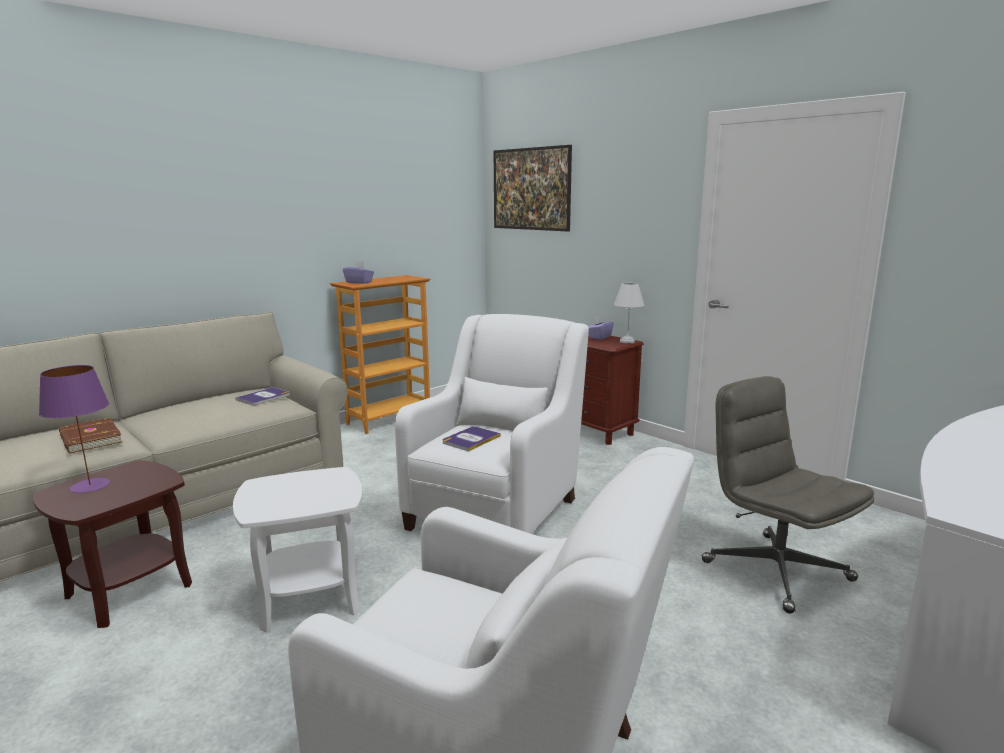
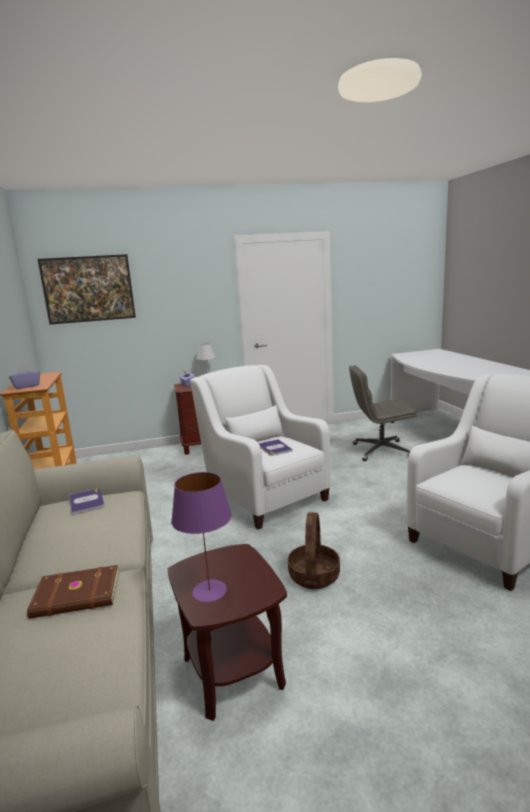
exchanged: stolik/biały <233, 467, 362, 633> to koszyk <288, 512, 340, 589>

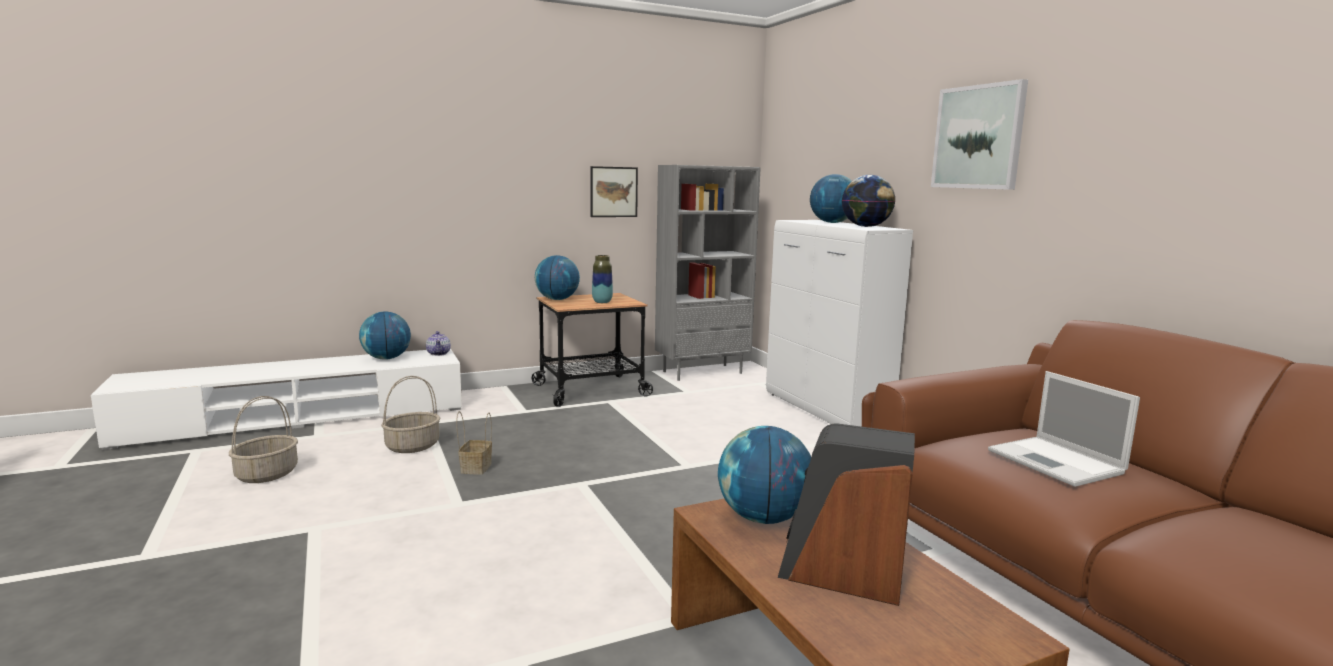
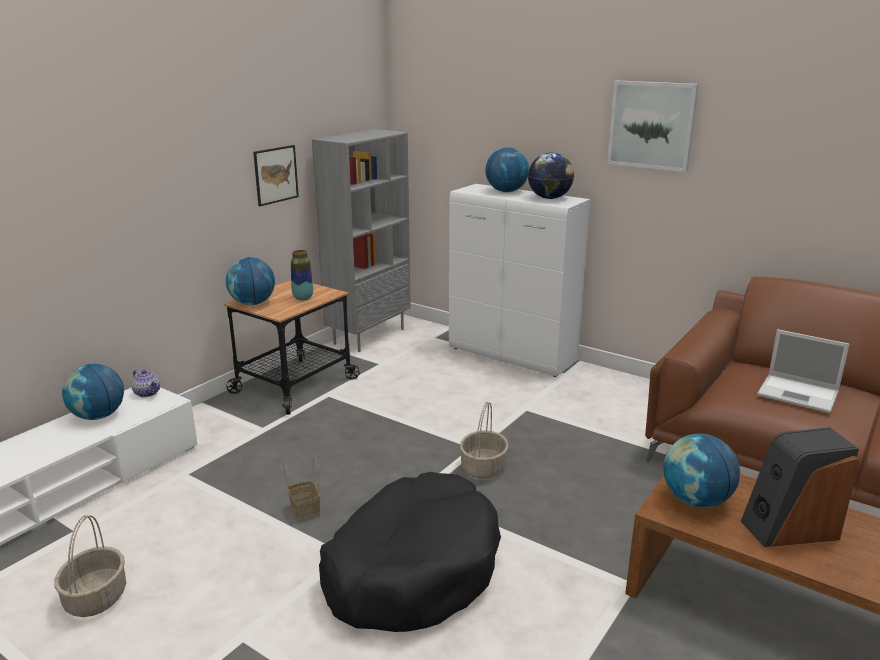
appeared: legowisko/czarny <319, 472, 501, 632>
relocated: koszyk <381, 376, 440, 453> to <460, 402, 509, 479>

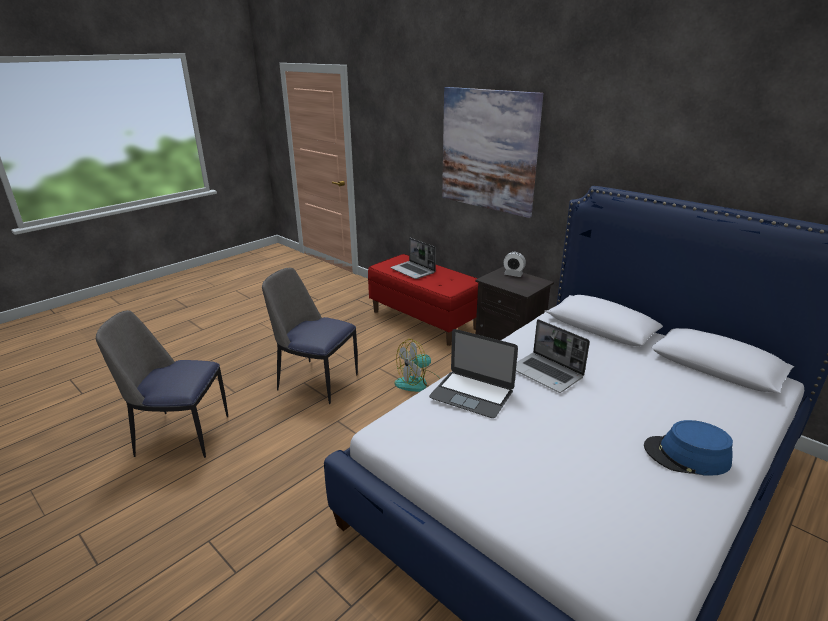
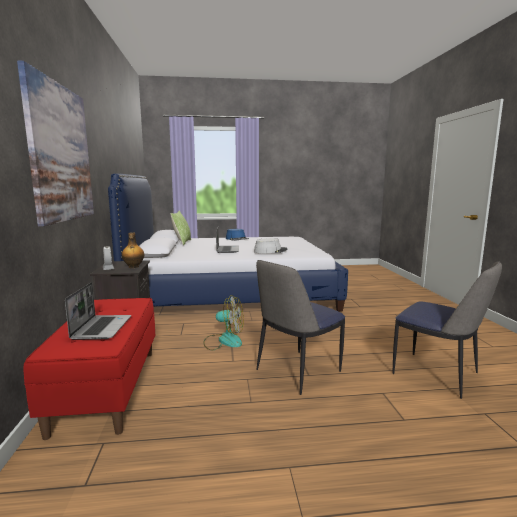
appeared: butelka <122, 233, 144, 268>; poduszka <171, 211, 191, 245>
exchanged: laptop <429, 329, 518, 418> to kapelusz/szary <254, 238, 287, 253>
spun: krzesło <262, 268, 358, 404> = <256, 260, 345, 395> 75 degrees clockwise

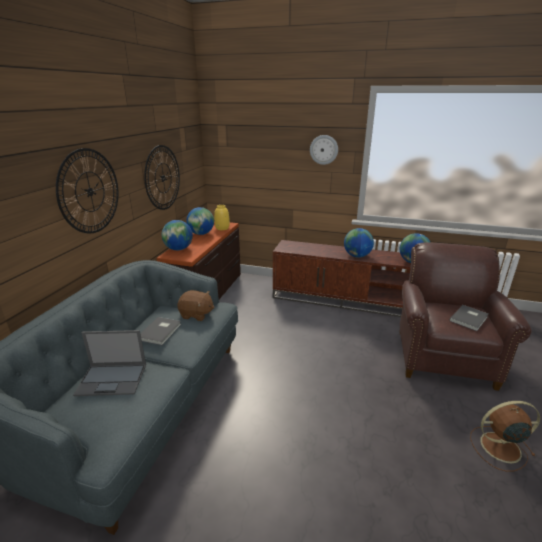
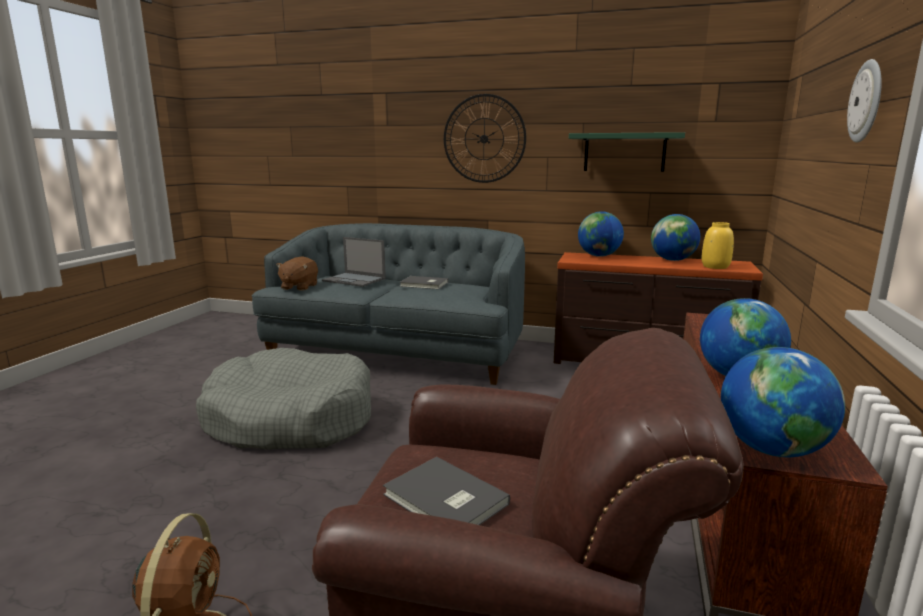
appeared: legowisko/szary <196, 348, 371, 450>
relocated: pluszak/brązowy <177, 290, 215, 321> to <276, 257, 318, 291>
exchanged: zegar ścienny <144, 145, 180, 210> to półka/zielony <569, 132, 685, 172>
spun: laptop <73, 330, 146, 396> = <322, 237, 386, 287> 60 degrees counterclockwise

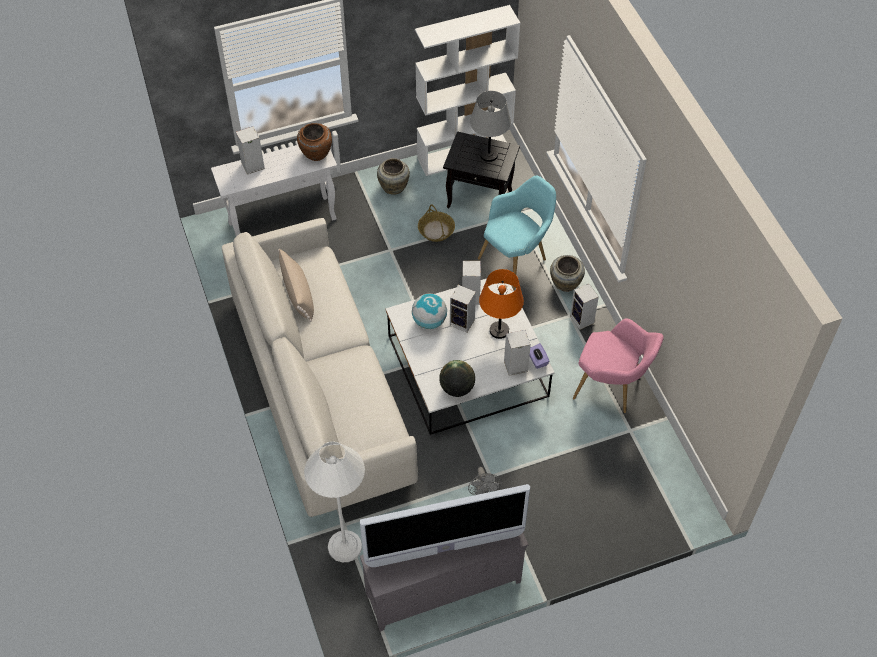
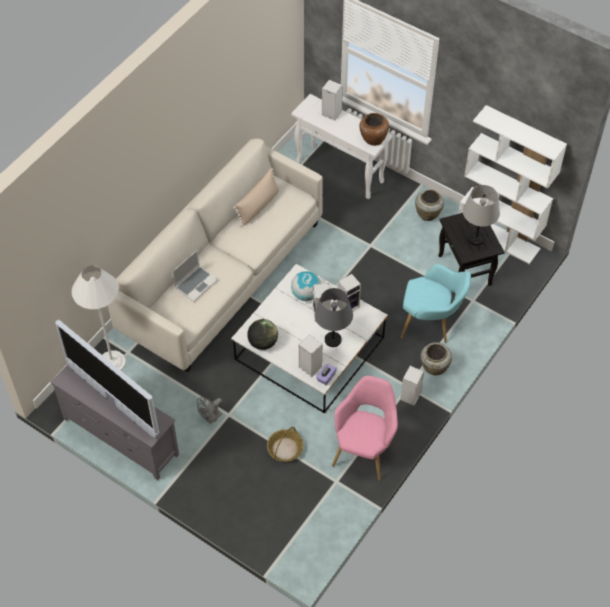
appeared: laptop <172, 250, 218, 302>
relocated: koszyk <418, 204, 455, 242> to <267, 427, 303, 462>
colour: lampa stołowa/pomarańczowy <479, 269, 524, 339> to lampa stołowa/szary <315, 288, 353, 347>
spun: fotel/różowy <573, 319, 664, 413> = <332, 376, 398, 481> 150 degrees counterclockwise

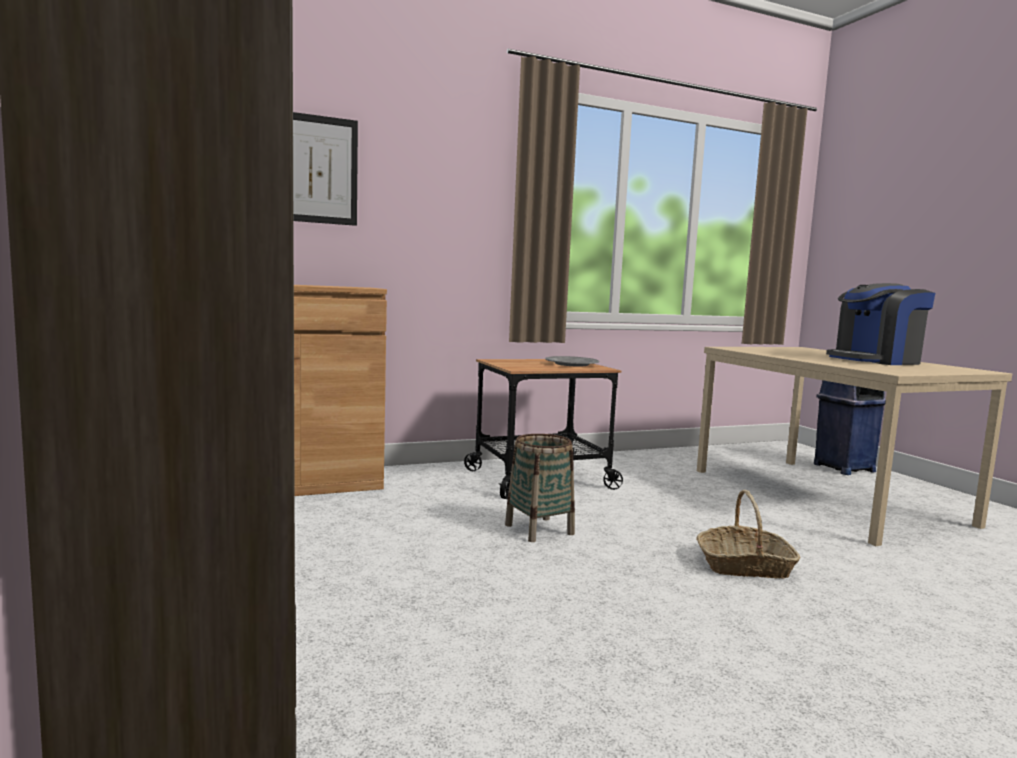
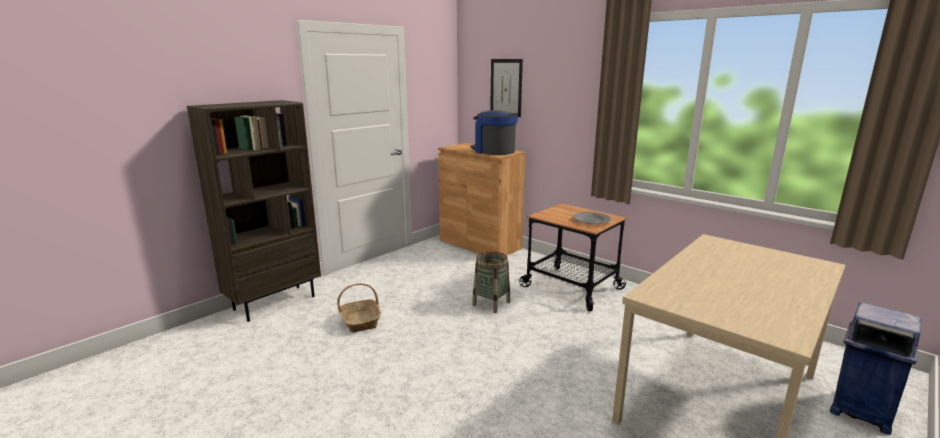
relocated: koszyk <696, 490, 800, 578> to <337, 283, 381, 333>; ekspres do kawy <826, 283, 935, 365> to <471, 110, 518, 155>

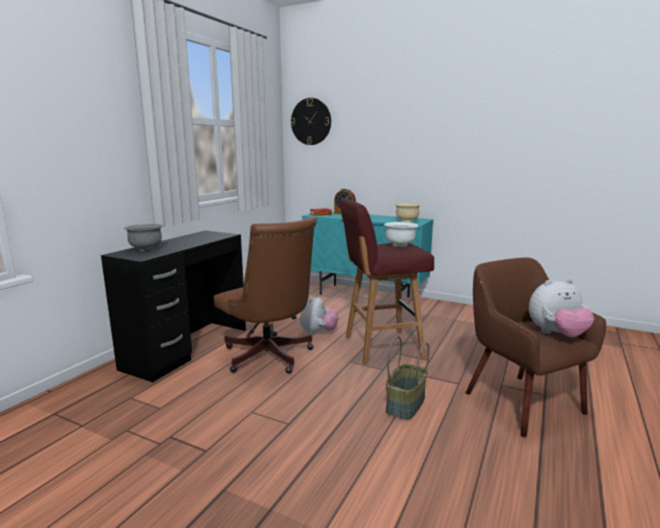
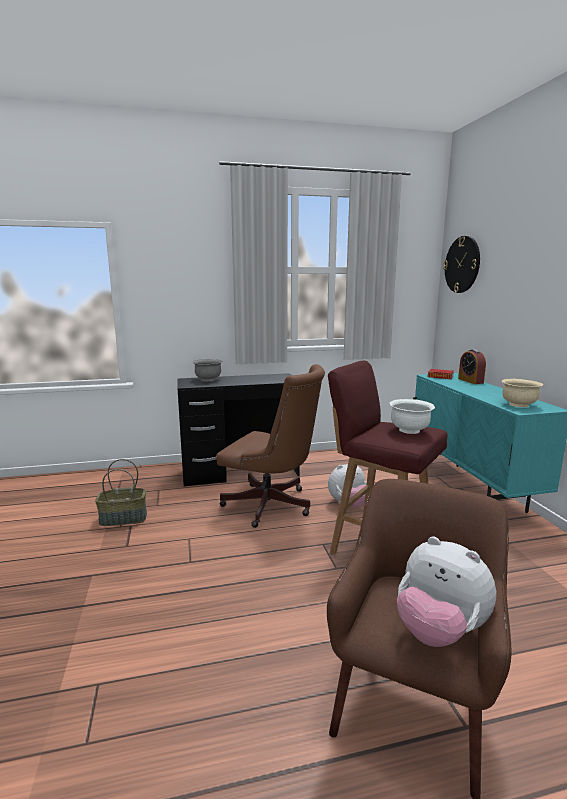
relocated: koszyk <386, 336, 429, 420> to <95, 459, 147, 526>
spun: krzesło biurowe/brązowy <214, 217, 317, 374> = <216, 364, 325, 528> 75 degrees counterclockwise

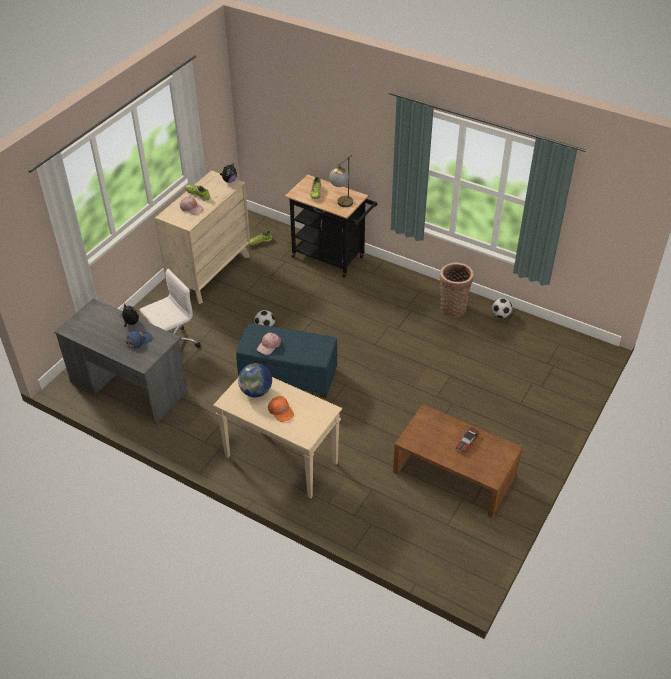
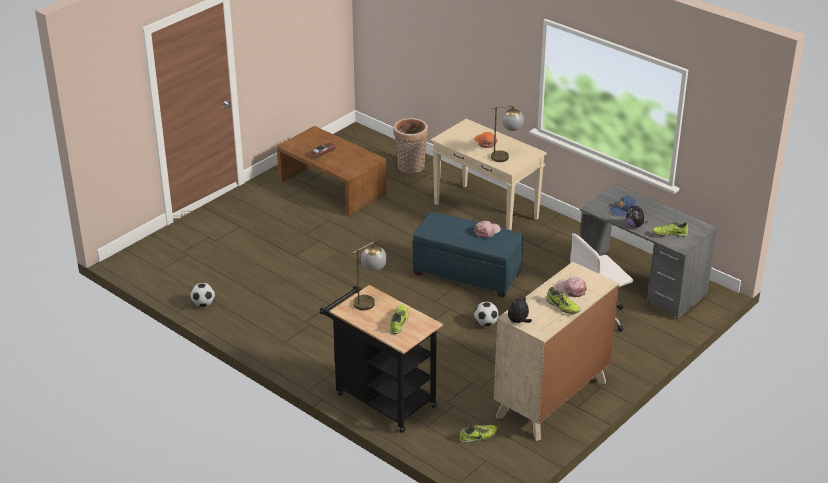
appeared: but <652, 222, 688, 237>
relocated: koszyk <440, 263, 474, 317> to <394, 118, 428, 173>
exchanged: globus <238, 363, 272, 397> to lampa stołowa <491, 105, 524, 162>

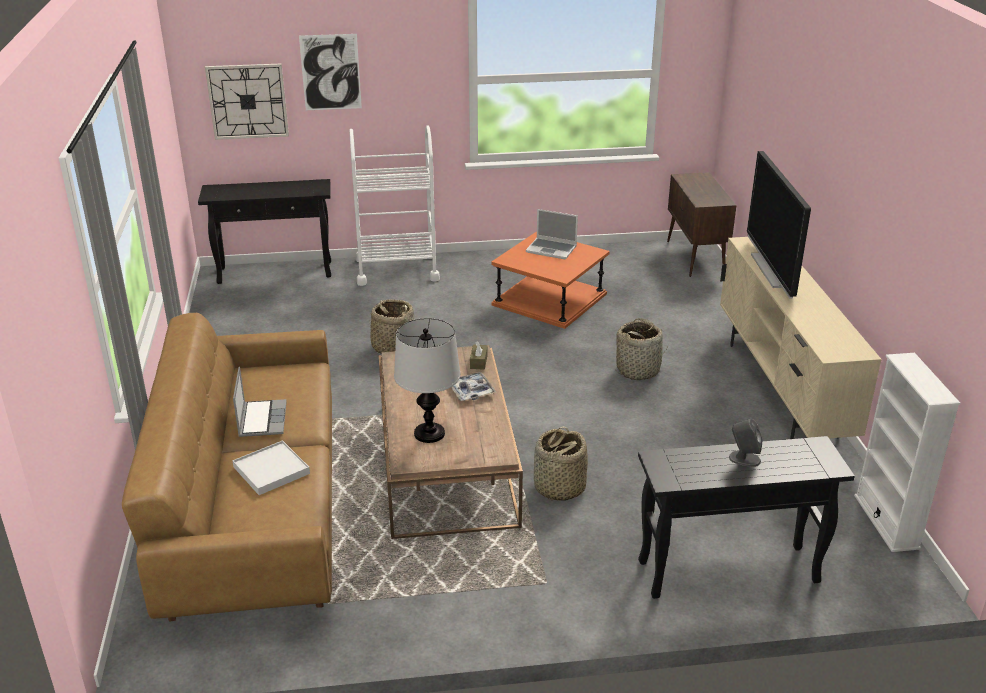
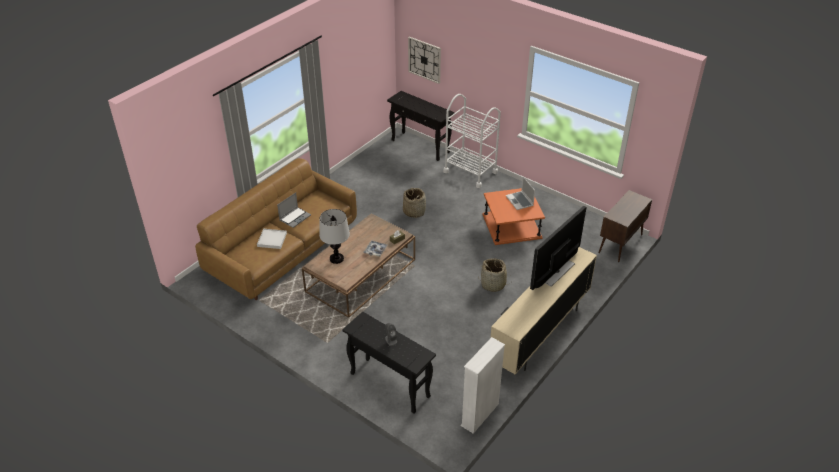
missing: obraz <299, 34, 362, 110>; koszyk <534, 426, 588, 501>

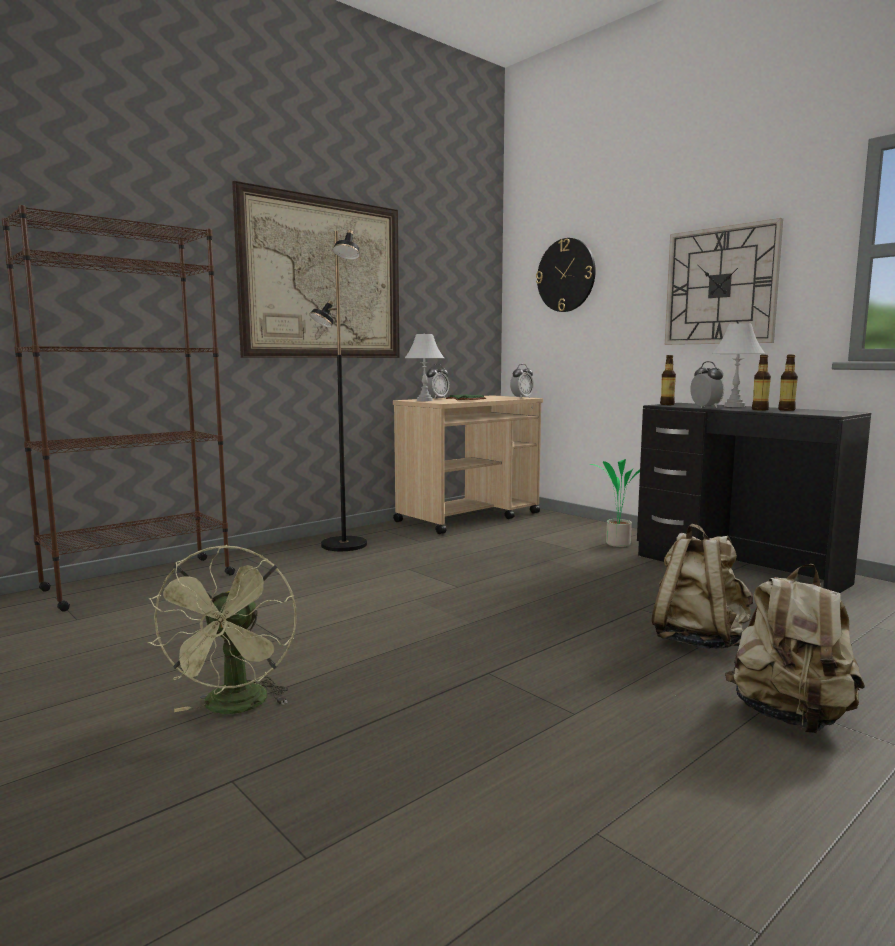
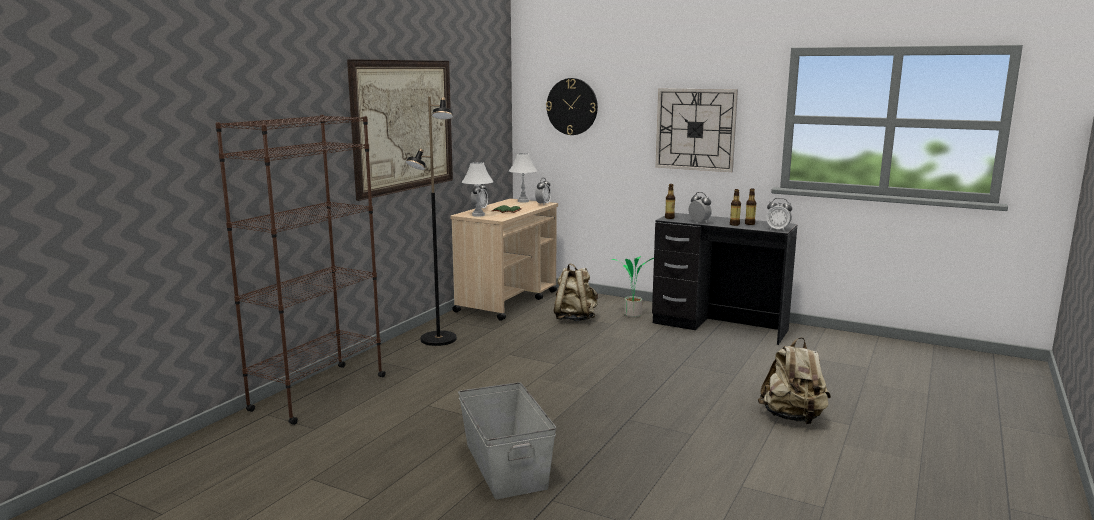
appeared: budzik <766, 198, 792, 231>
relocated: plecak/beżowy <651, 524, 753, 649> to <554, 263, 598, 321>; lampa stołowa/biały <712, 323, 765, 407> to <509, 153, 537, 202>
exchanged: wentylator/zielony <147, 545, 297, 714> to pojemnik do przechowywania/szary <458, 382, 556, 499>

